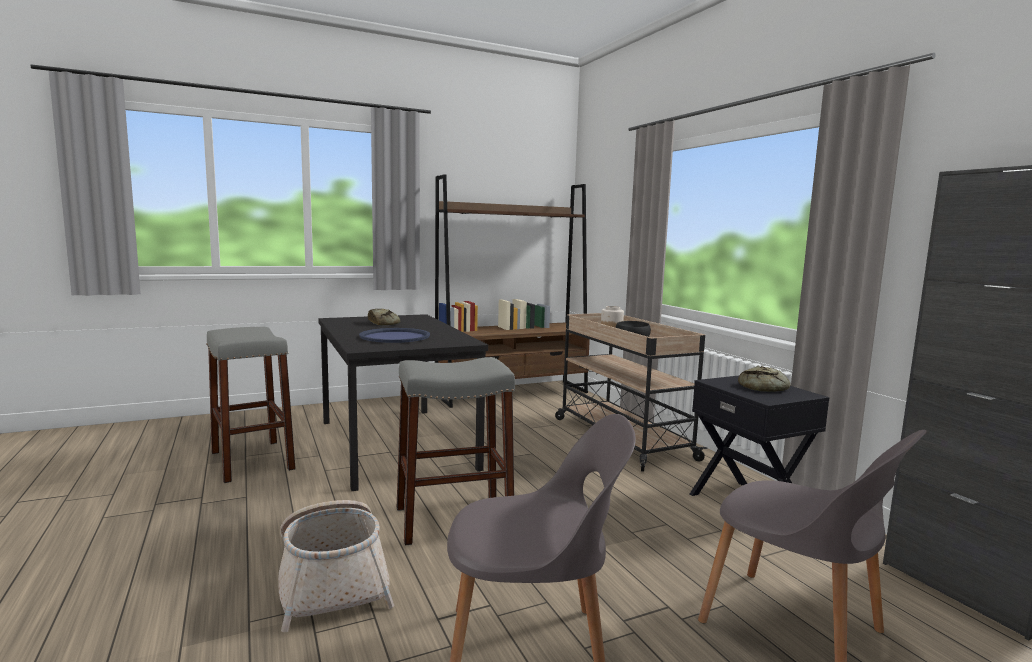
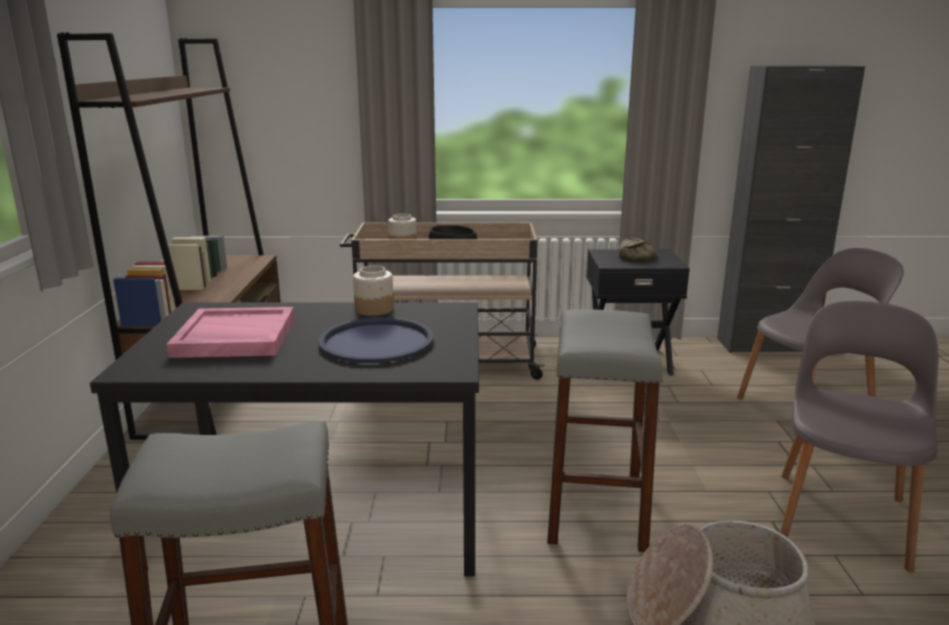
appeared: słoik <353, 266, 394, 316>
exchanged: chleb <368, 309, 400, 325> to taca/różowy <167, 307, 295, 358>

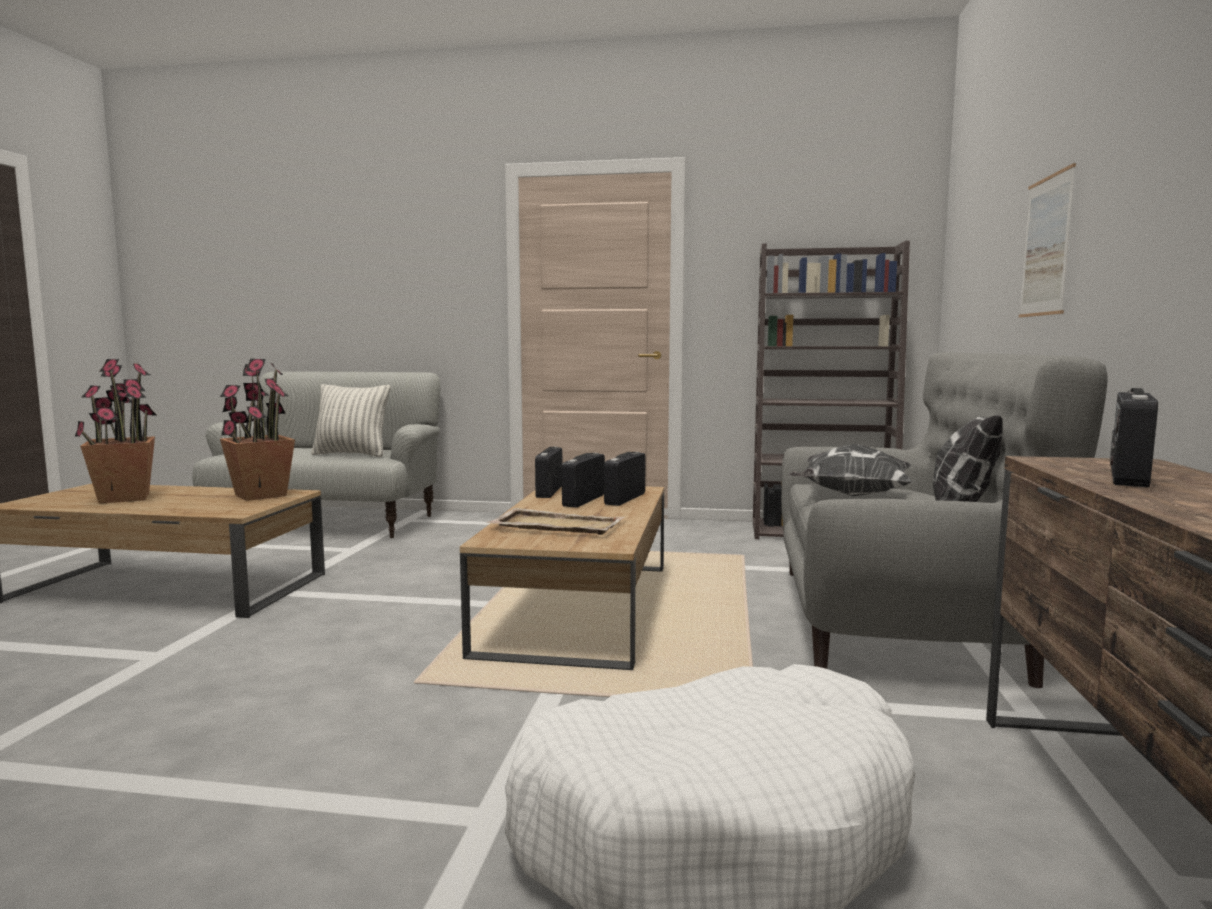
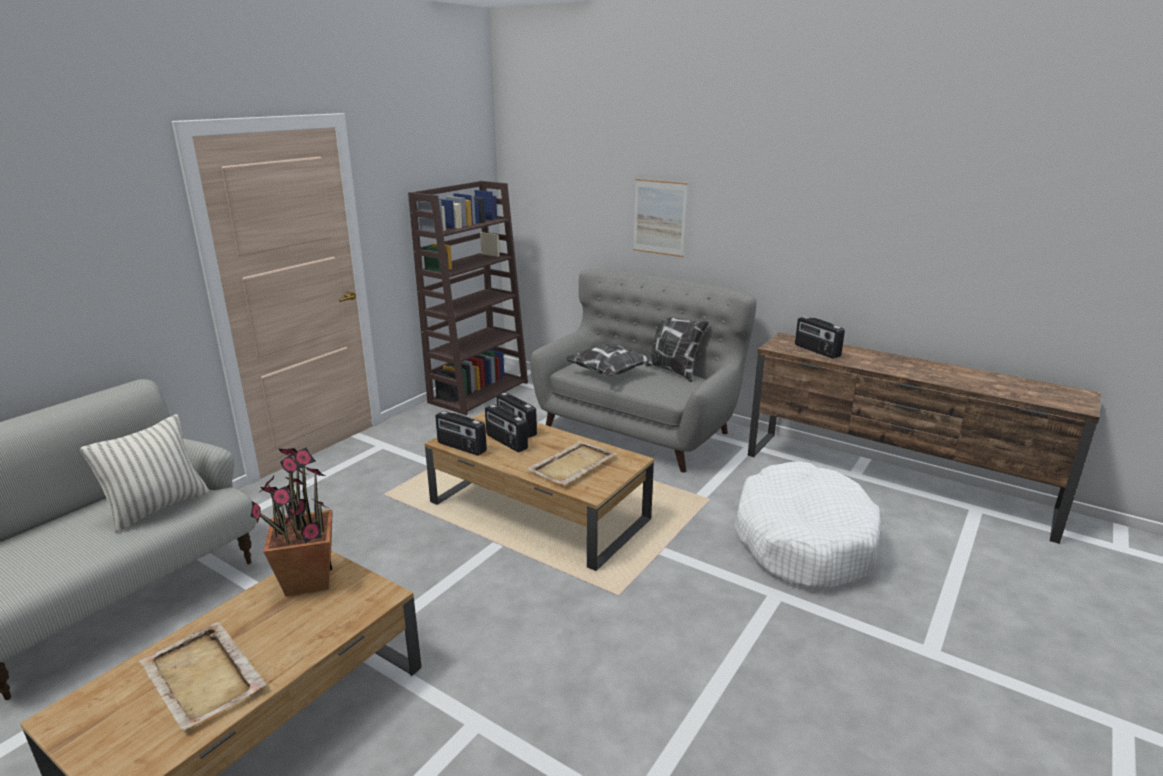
exchanged: roślina doniczkowa <75, 359, 156, 504> to taca/beżowy <139, 622, 267, 731>

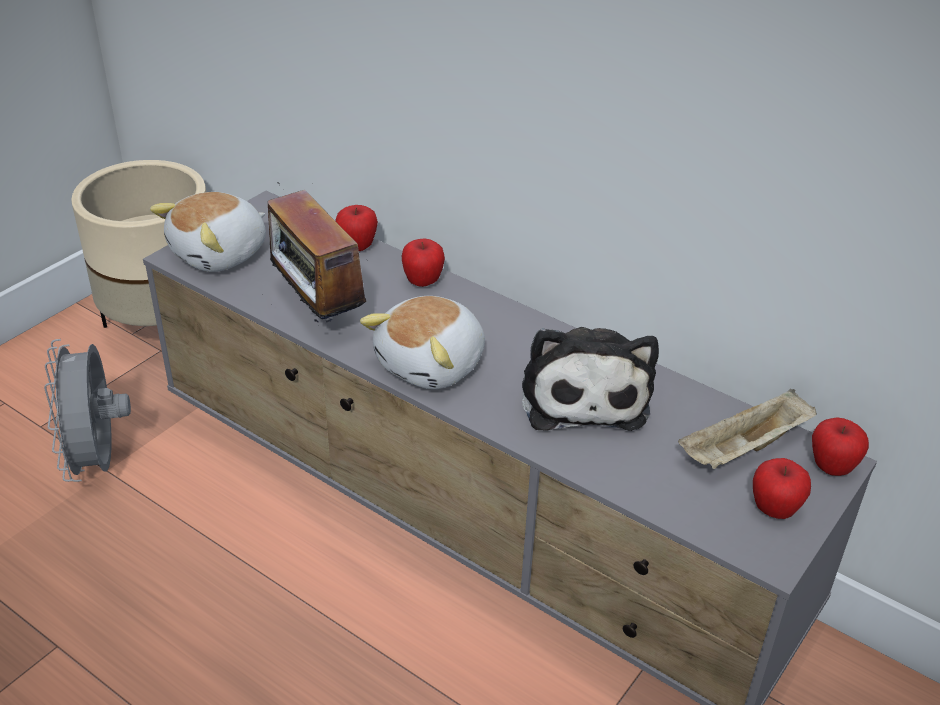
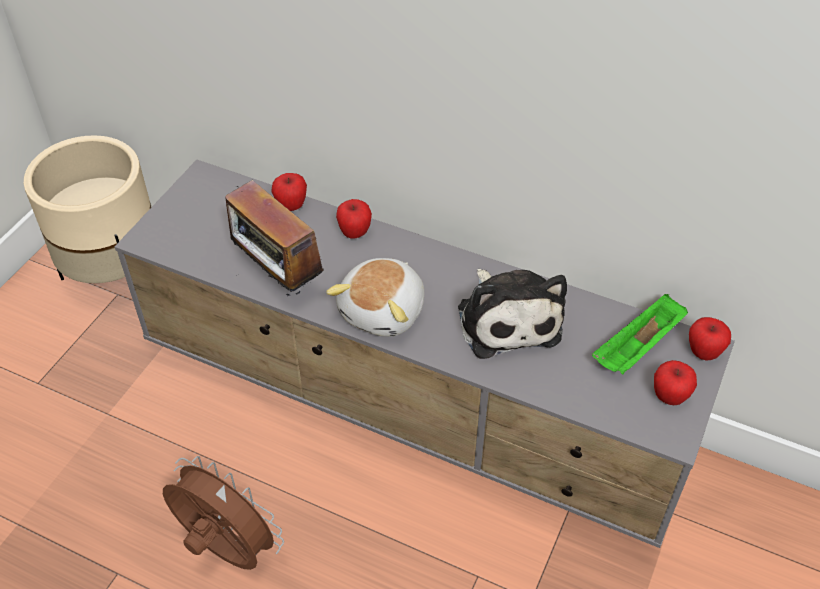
missing: wentylator/szary <44, 339, 131, 482>; pluszak <150, 192, 266, 272>
appeared: wentylator/brązowy <163, 456, 284, 570>
colour: taca/beżowy <678, 389, 817, 469> to taca/zielony <592, 294, 688, 375>

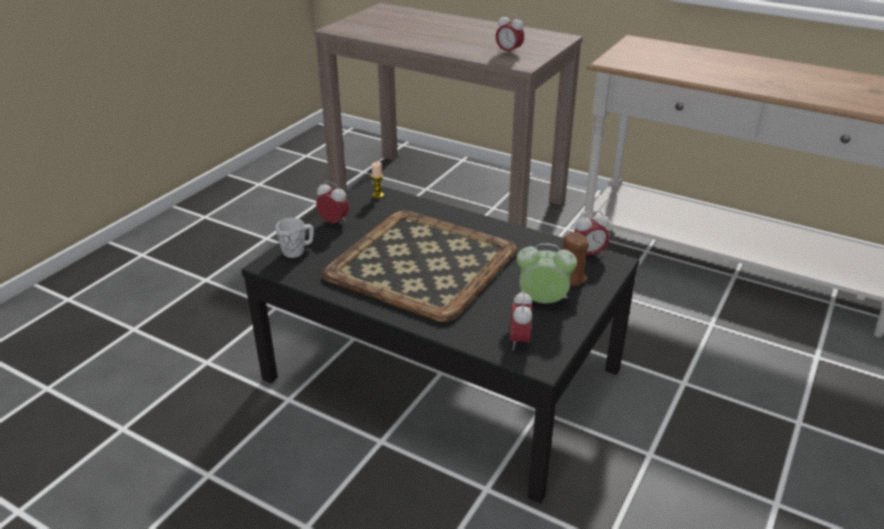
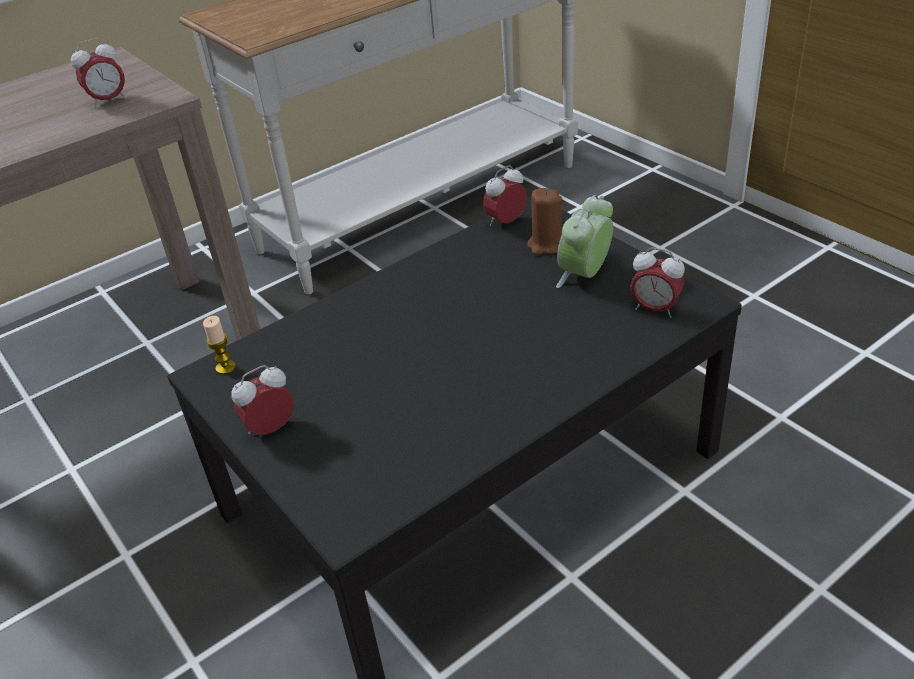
missing: kubek/biały <276, 218, 314, 258>; taca <322, 210, 518, 322>
spun: budzik <574, 211, 610, 256> = <483, 165, 527, 226> 135 degrees counterclockwise

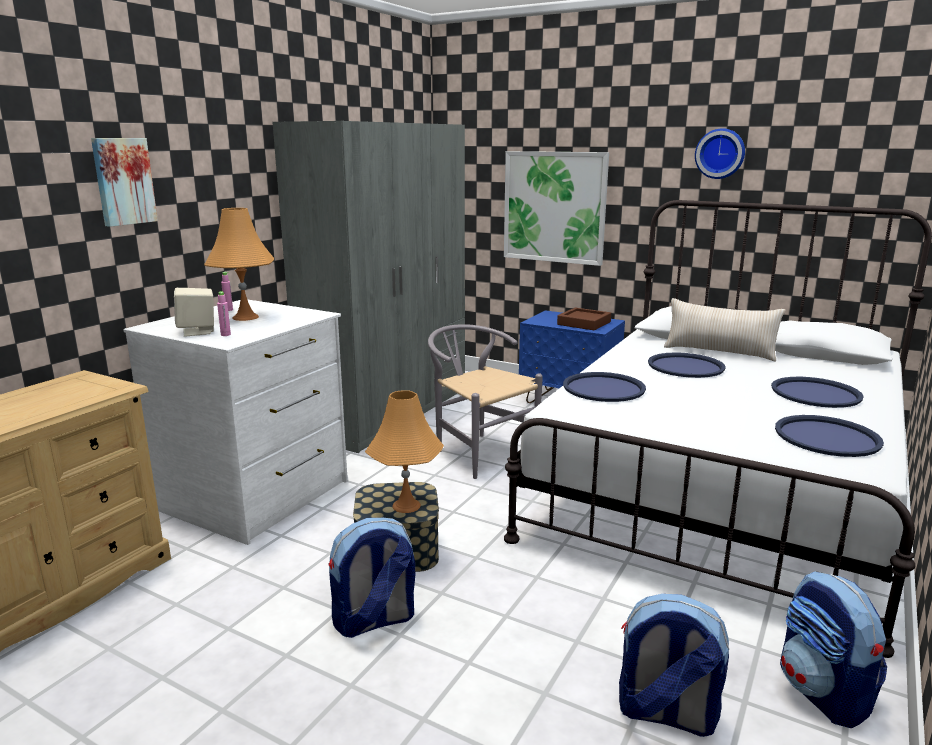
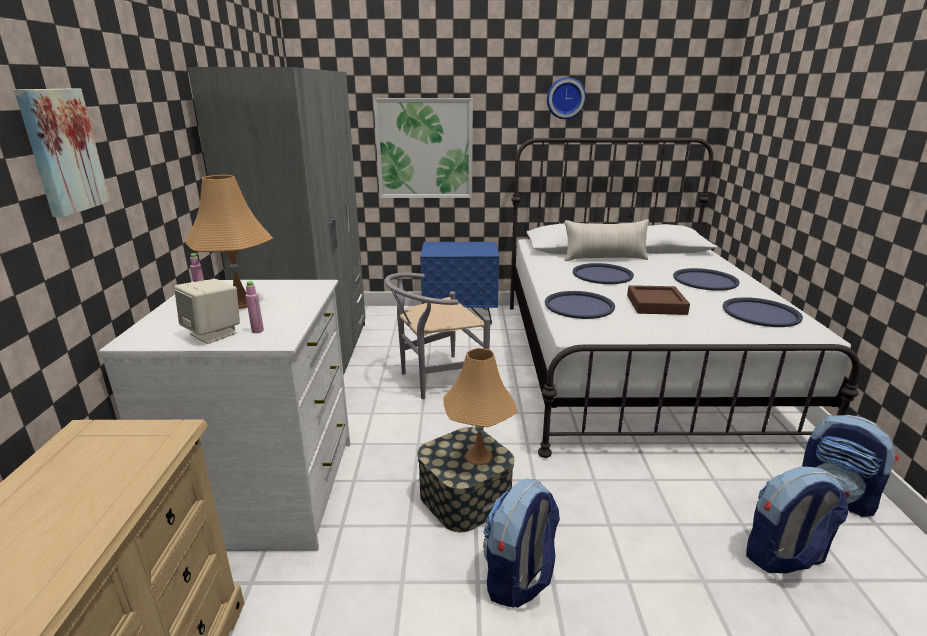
relocated: taca/brązowy <557, 307, 611, 330> to <627, 285, 690, 315>
spun: krzesło/szary <428, 324, 543, 479> = <385, 273, 490, 399> 45 degrees counterclockwise

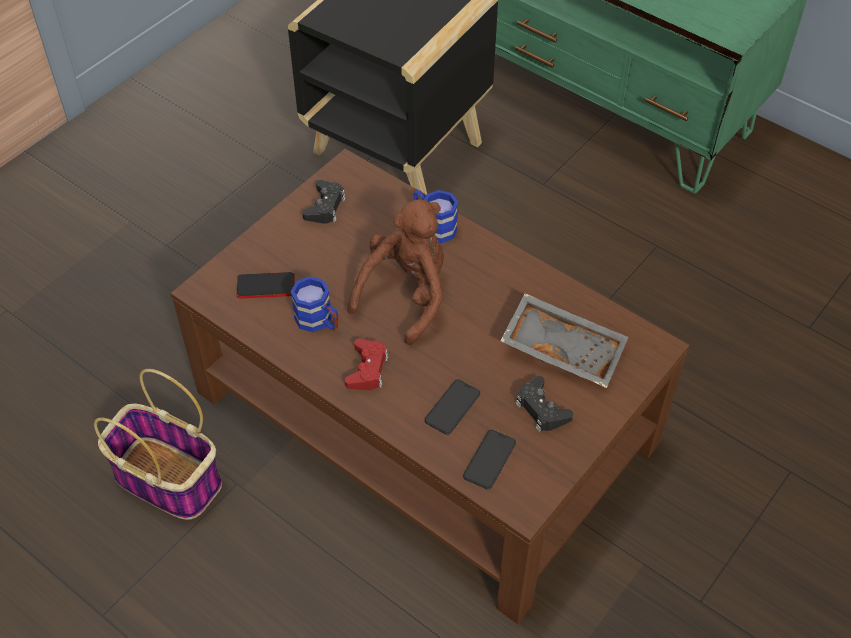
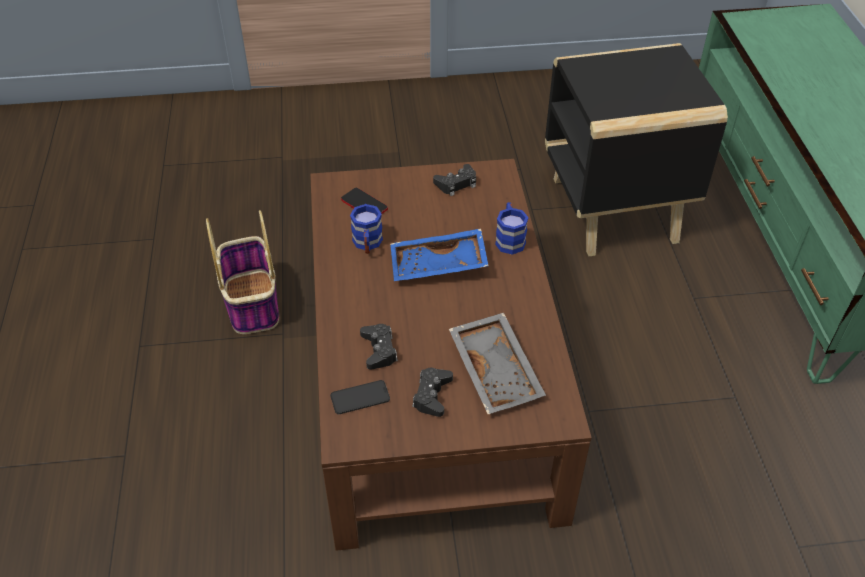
missing: pad do gier/czerwony <345, 338, 389, 390>
exchanged: pluszak/brązowy <347, 199, 444, 345> to taca/niebieski <390, 229, 489, 281>; telefon <425, 379, 480, 435> to pad do gier/czarny <360, 324, 398, 370>

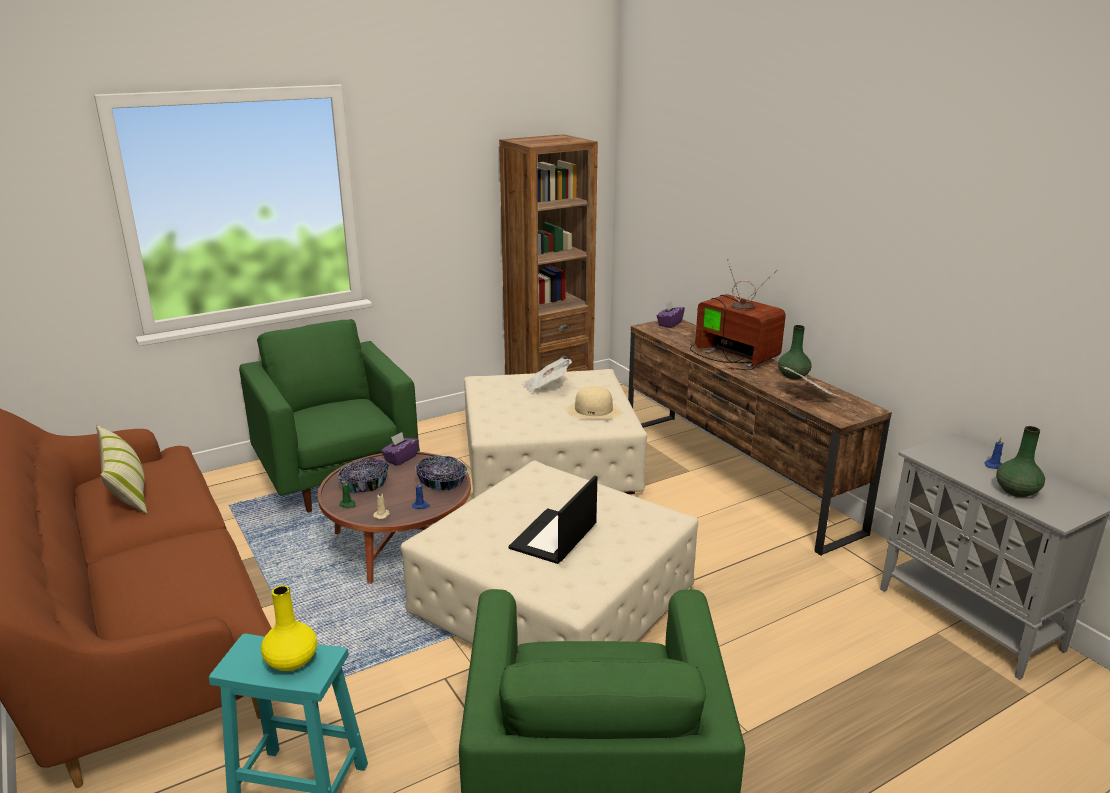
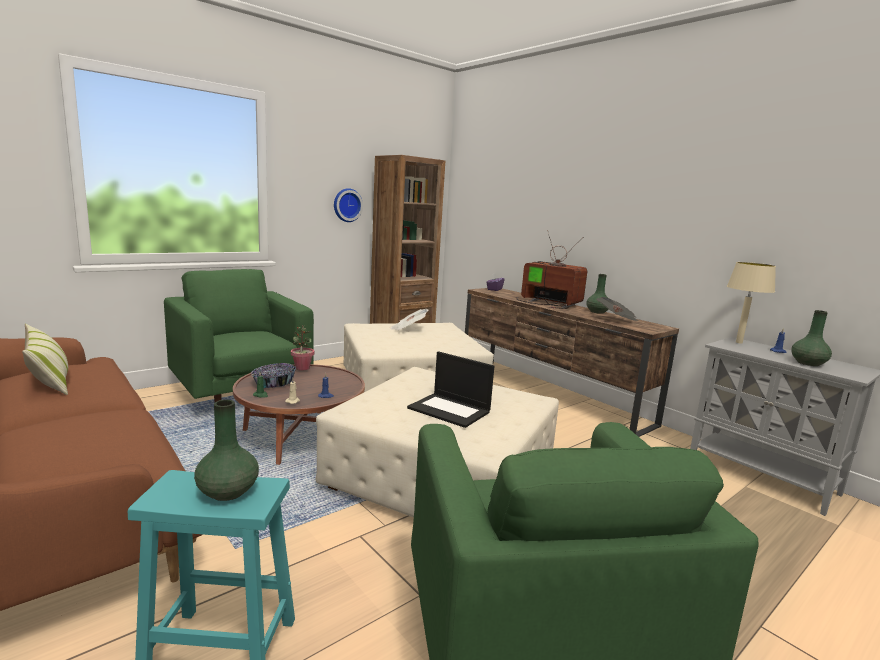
missing: miska <415, 456, 467, 491>; kapelusz/beżowy <567, 386, 621, 419>
appeared: zegar ścienny <334, 188, 363, 222>; lampa stołowa/beżowy <727, 262, 776, 344>
exchanged: pudełko chusteczek/fioletowy <381, 432, 419, 466> to roślina doniczkowa <291, 325, 315, 371>
colour: wazon/żółty <261, 585, 317, 671> to wazon/zielony <194, 400, 259, 501>
spun: laptop <509, 475, 597, 564> = <407, 351, 494, 428> 75 degrees counterclockwise

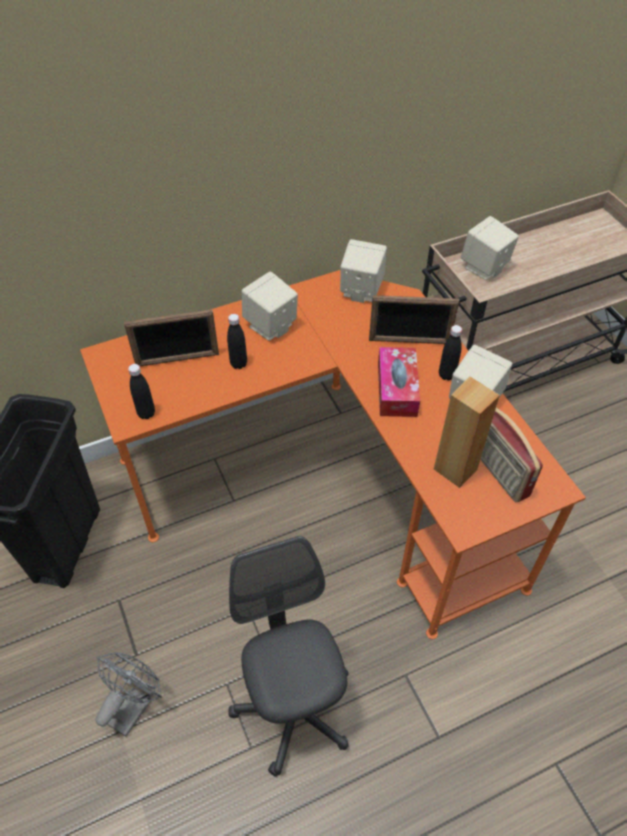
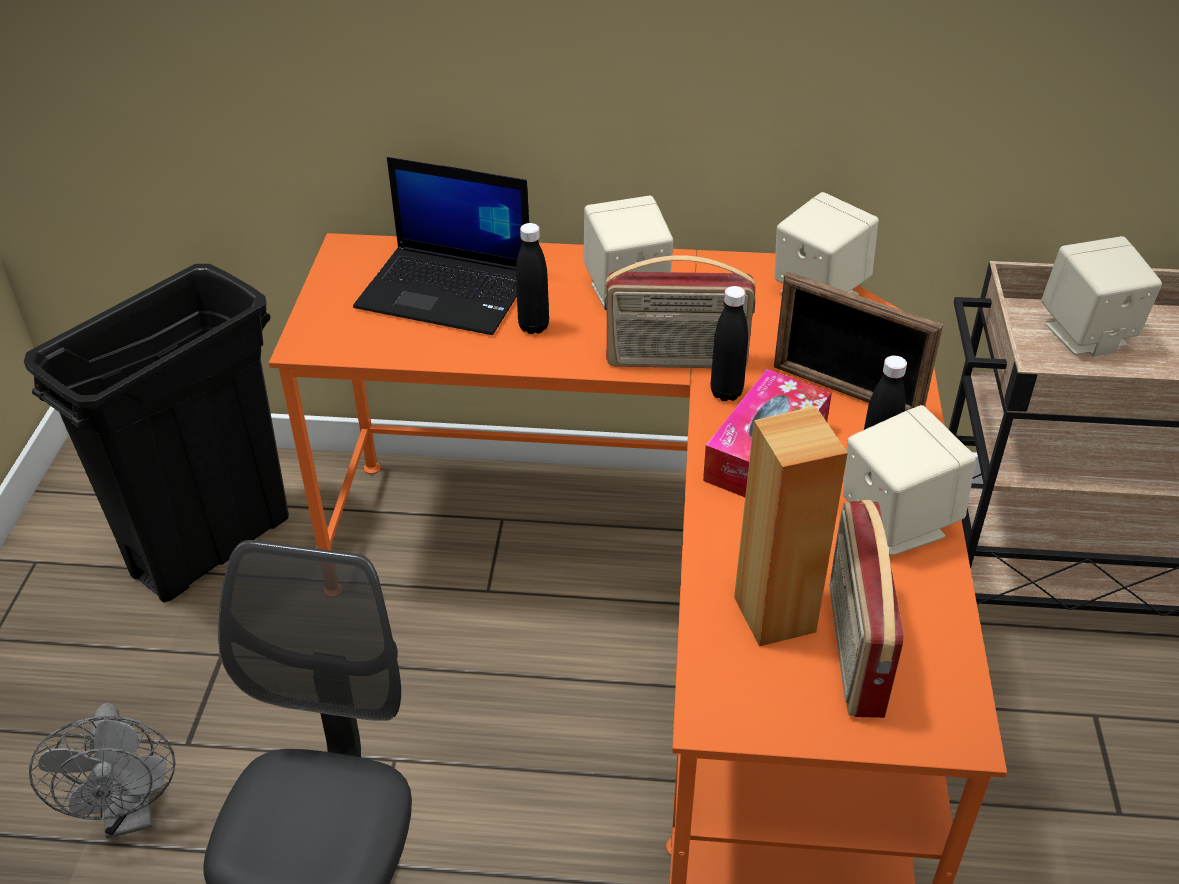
appeared: radio <604, 255, 756, 368>
relocated: butelka/czarny <128, 364, 155, 419> to <711, 286, 748, 401>
exchanged: ramka na zdjęcie <124, 309, 219, 366> to laptop <353, 157, 529, 335>
spun: wentylator/szary <95, 652, 162, 737> = <29, 703, 176, 838> 105 degrees clockwise

